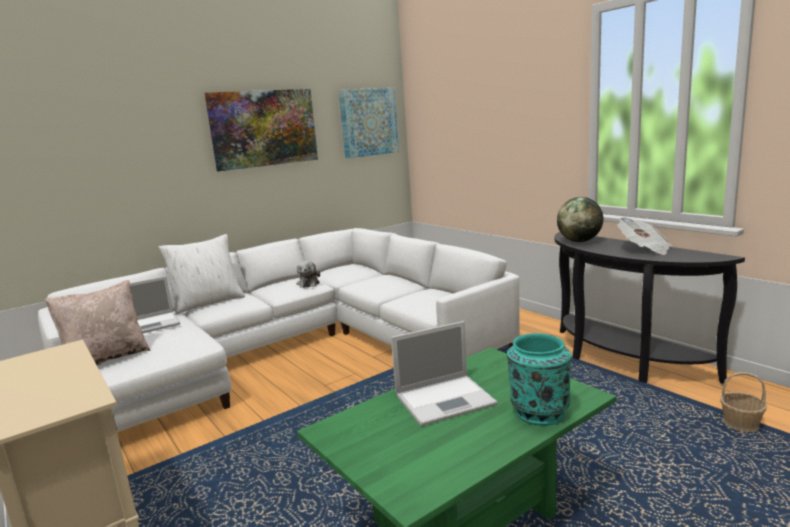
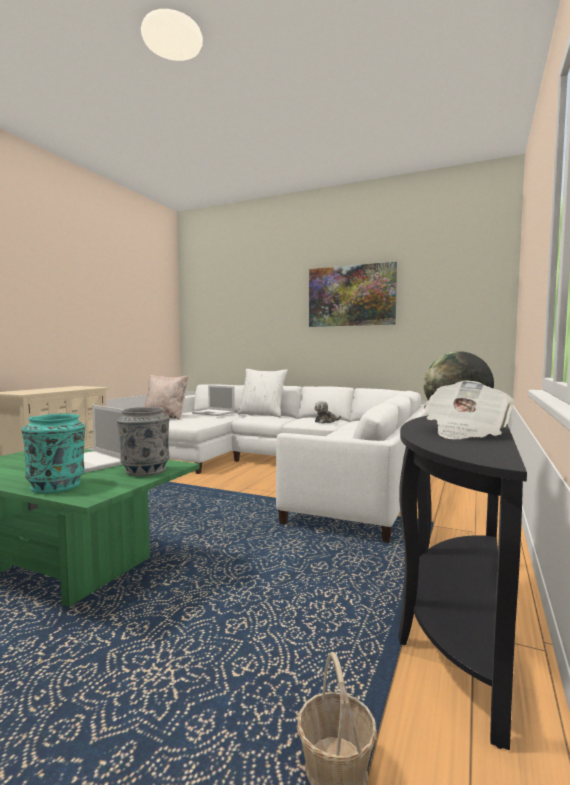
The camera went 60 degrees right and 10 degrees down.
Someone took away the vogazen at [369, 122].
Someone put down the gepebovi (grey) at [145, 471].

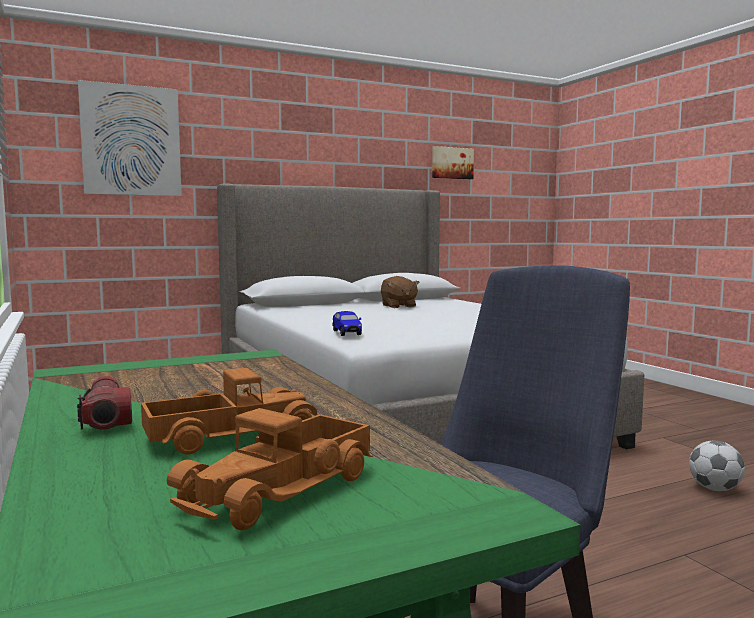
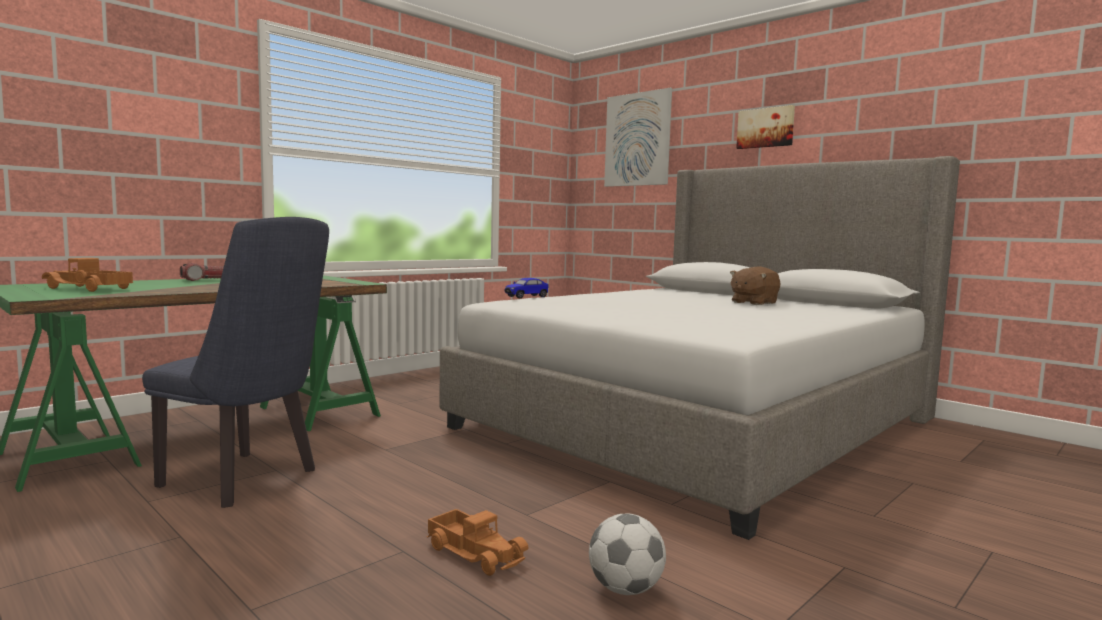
The camera went 70 degrees right and 0 degrees up.
Someone carried the vogazen from [452, 163] to [766, 128].
Someone carried the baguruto from [231, 434] to [476, 552].

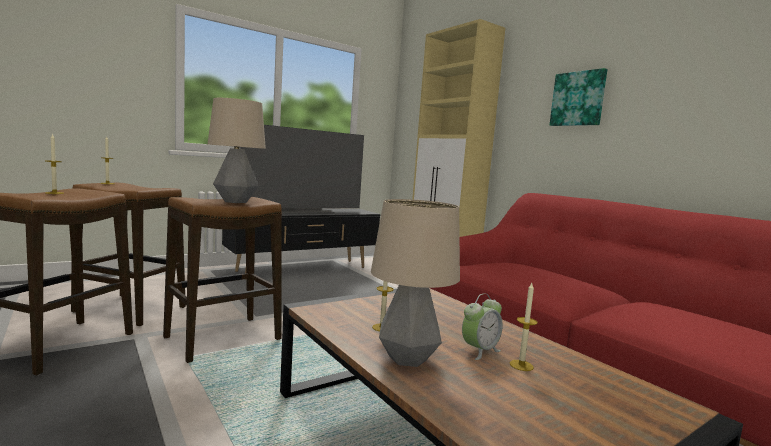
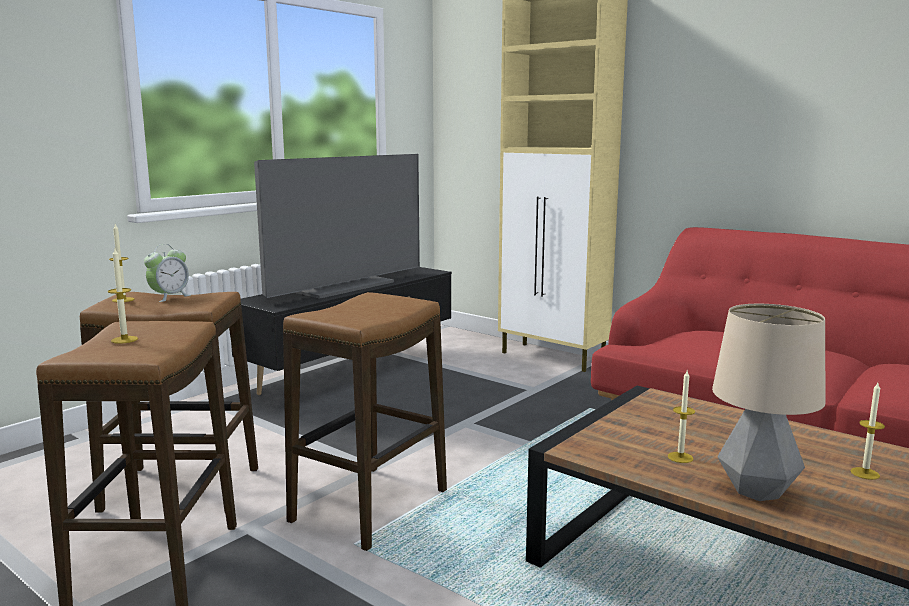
The camera went 15 degrees left and 5 degrees up.
Someone took away the vogazen at [578, 99].
Someone took away the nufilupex at [235, 201].
Someone carried the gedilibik from [479, 351] to [169, 297].

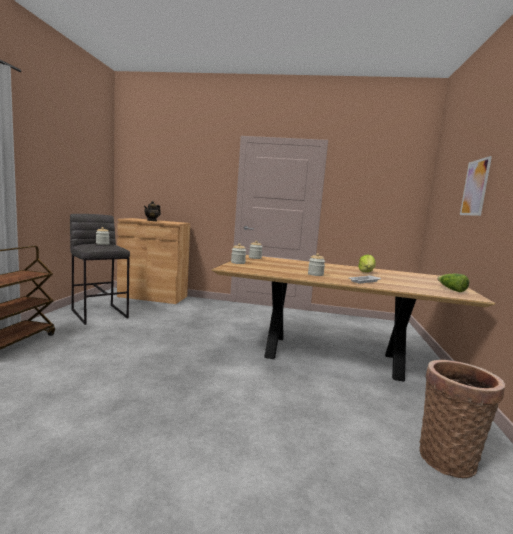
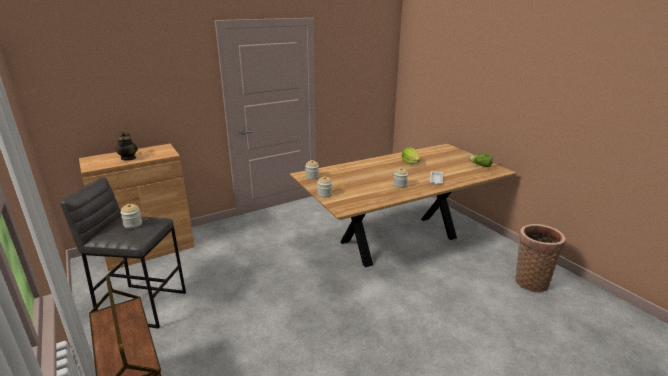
The camera went 40 degrees left and 15 degrees up.
Someone took away the vogazen at [475, 187].

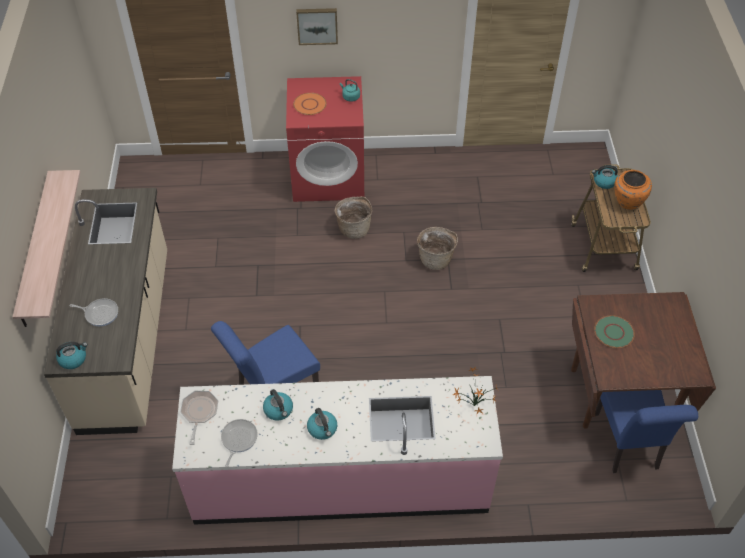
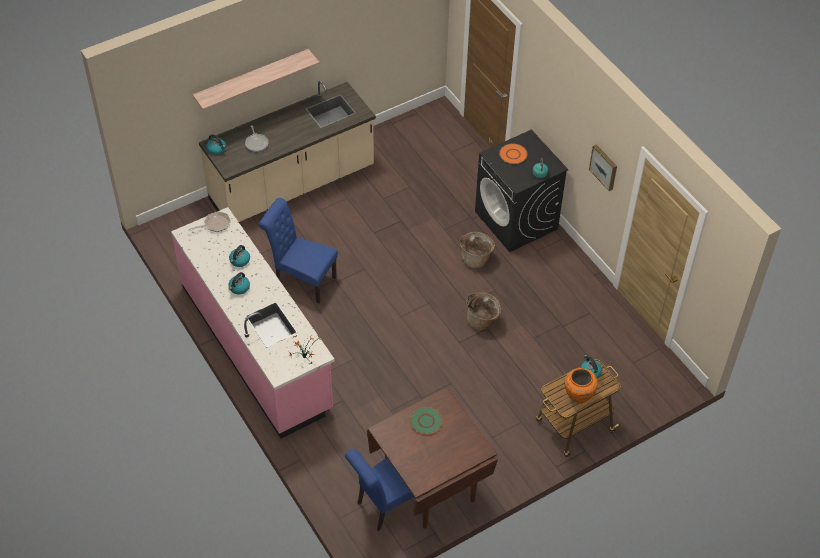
The camera went 60 degrees right and 0 degrees up.
Someone carried the vogazen from [317, 25] to [604, 167].
Someone repainted the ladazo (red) at [329, 176], which became the ladazo (black) at [516, 220].
Someone took away the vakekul at [238, 439].

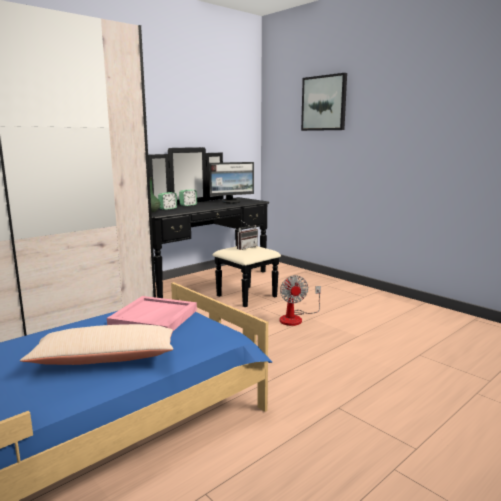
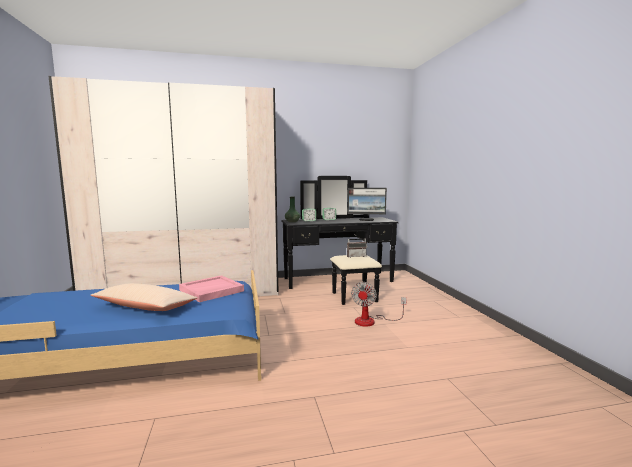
The camera went 30 degrees right and 5 degrees down.
Someone took away the vogazen at [324, 103].

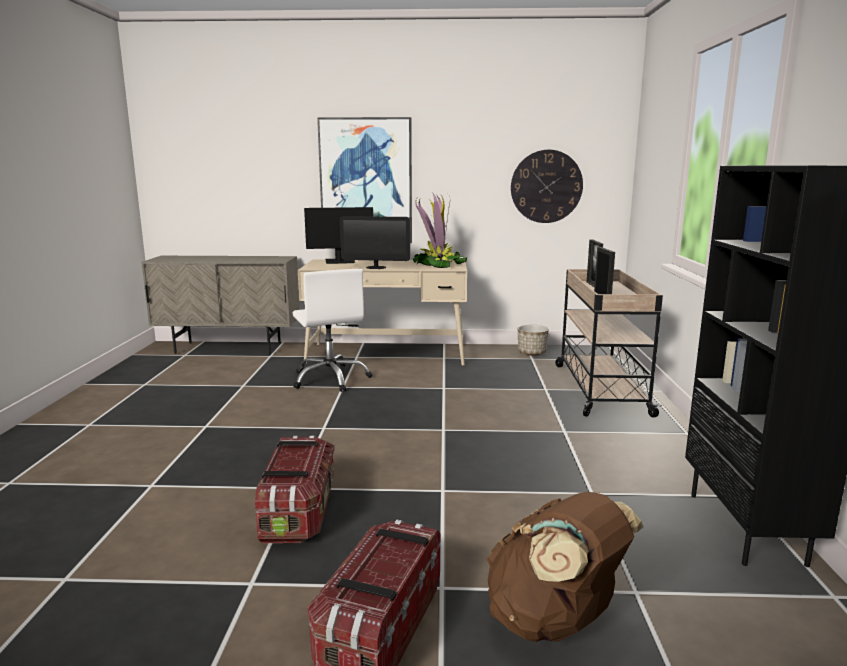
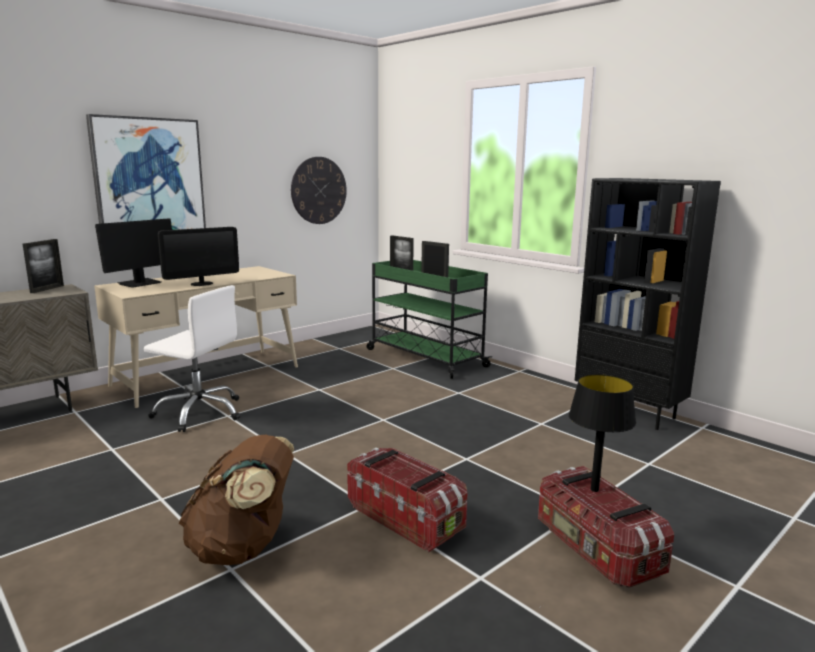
The camera went 45 degrees left and 0 degrees up.
Someone took away the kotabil at [438, 264].
Someone repainted the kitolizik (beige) at [600, 388], which became the kitolizik (green) at [424, 357].
Someone took away the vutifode at [532, 353].
Someone carried the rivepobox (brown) from [554, 622] to [243, 548].
Someone put down the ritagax at [47, 289].
Someone put down the nufilupex (black) at [594, 489].

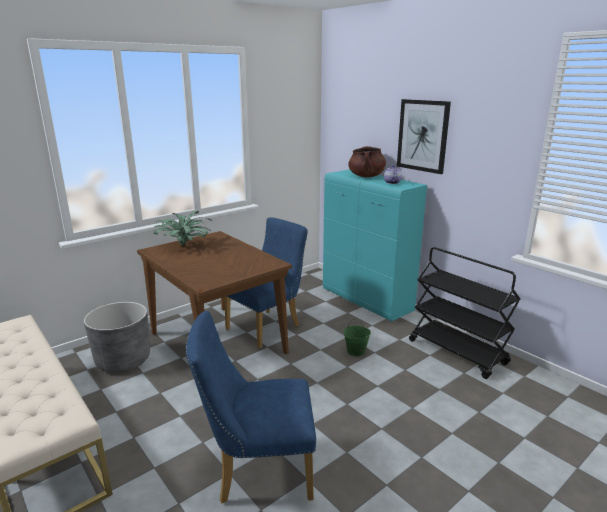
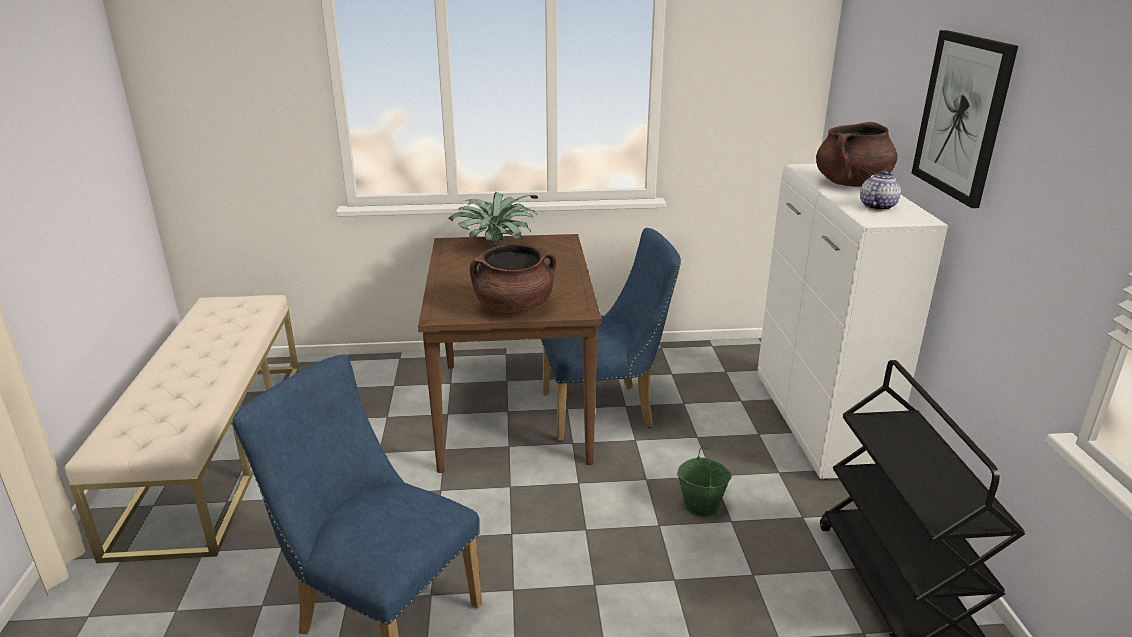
The camera went 35 degrees right and 5 degrees up.
Someone repainted the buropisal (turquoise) at [367, 301], which became the buropisal (white) at [817, 425].
Someone took away the vutifode (grey) at [123, 360].
Someone put down the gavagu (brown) at [514, 307].

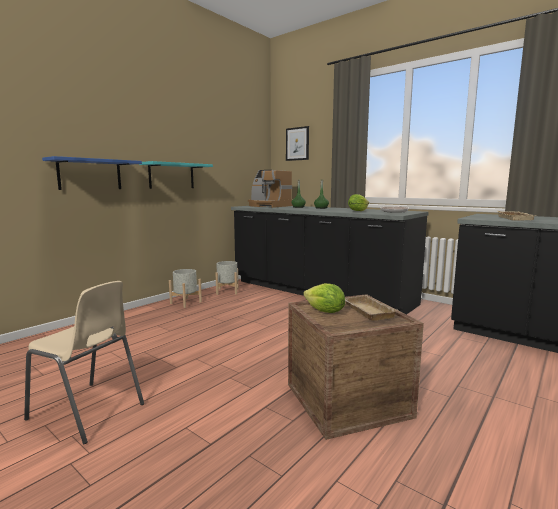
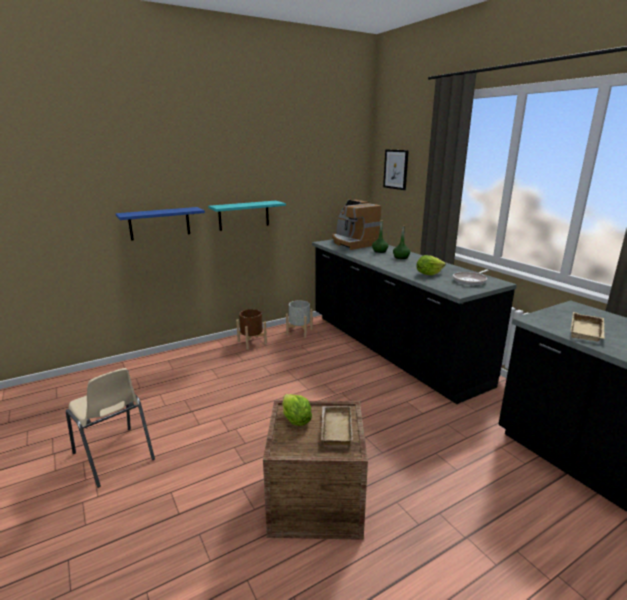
The camera went 20 degrees right and 10 degrees up.
Someone repainted the vutifode (grey) at [186, 303], which became the vutifode (brown) at [252, 342].

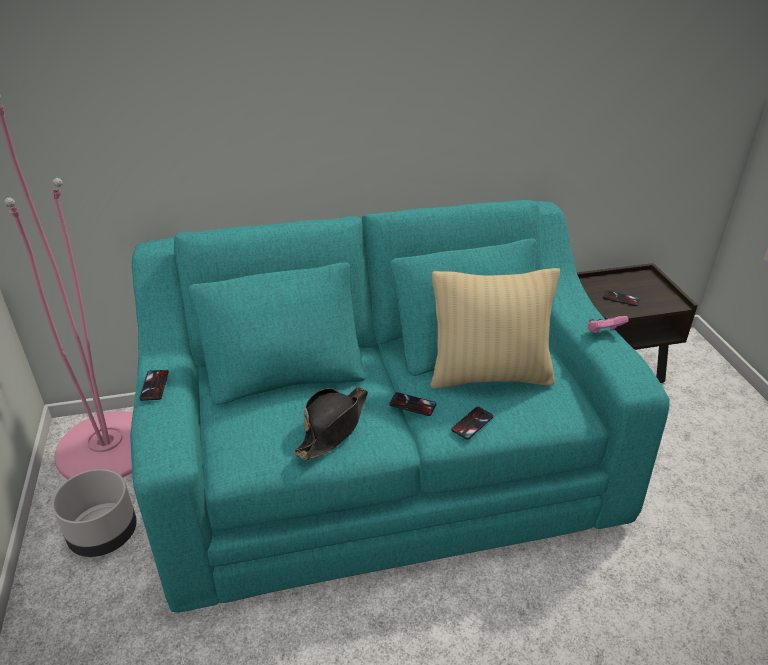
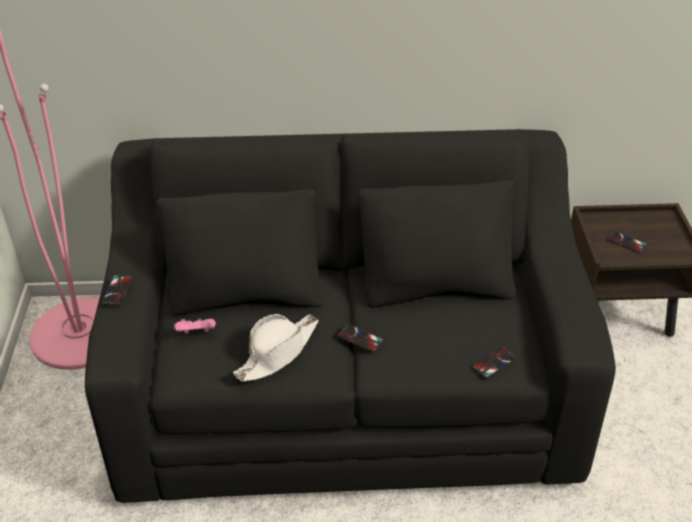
The camera went 10 degrees right and 5 degrees up.
Someone repainted the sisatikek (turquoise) at [384, 463], which became the sisatikek (black) at [346, 385].
Someone took away the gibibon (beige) at [489, 375].
Someone carried the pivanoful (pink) from [604, 332] to [196, 333].
Someone repainted the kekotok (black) at [333, 427], which became the kekotok (white) at [277, 352].
Someone carried the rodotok from [472, 423] to [494, 362].
Someone took away the vutifode (grey) at [103, 535].

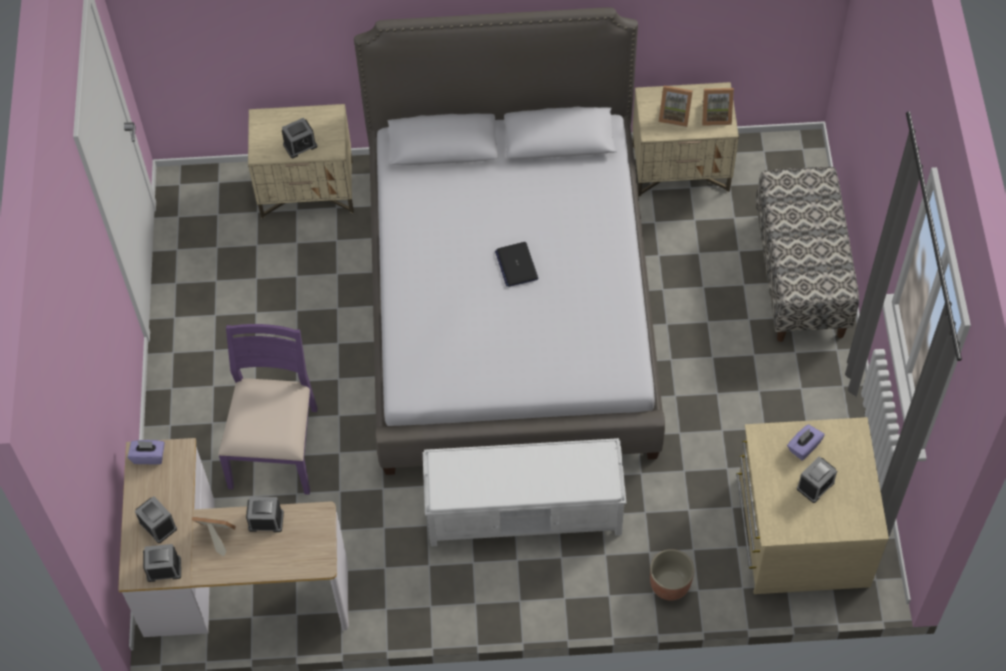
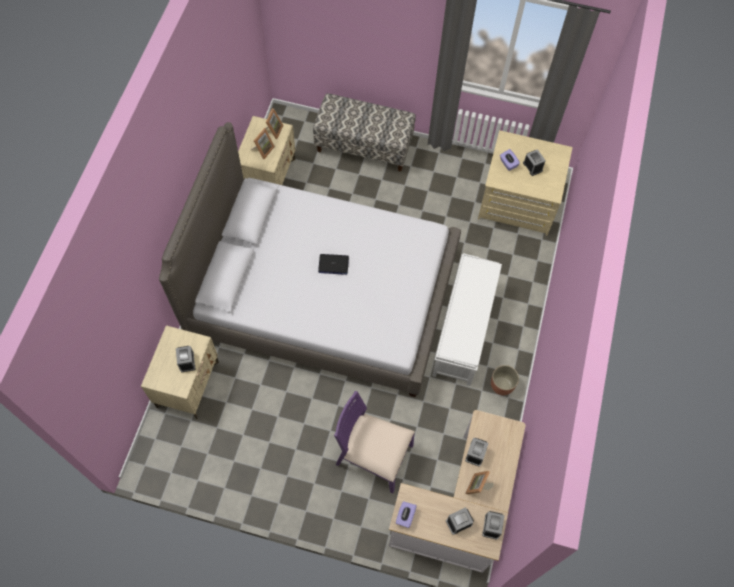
The camera went 75 degrees left and 5 degrees up.
Someone carried the vutifode from [669, 584] to [502, 385].

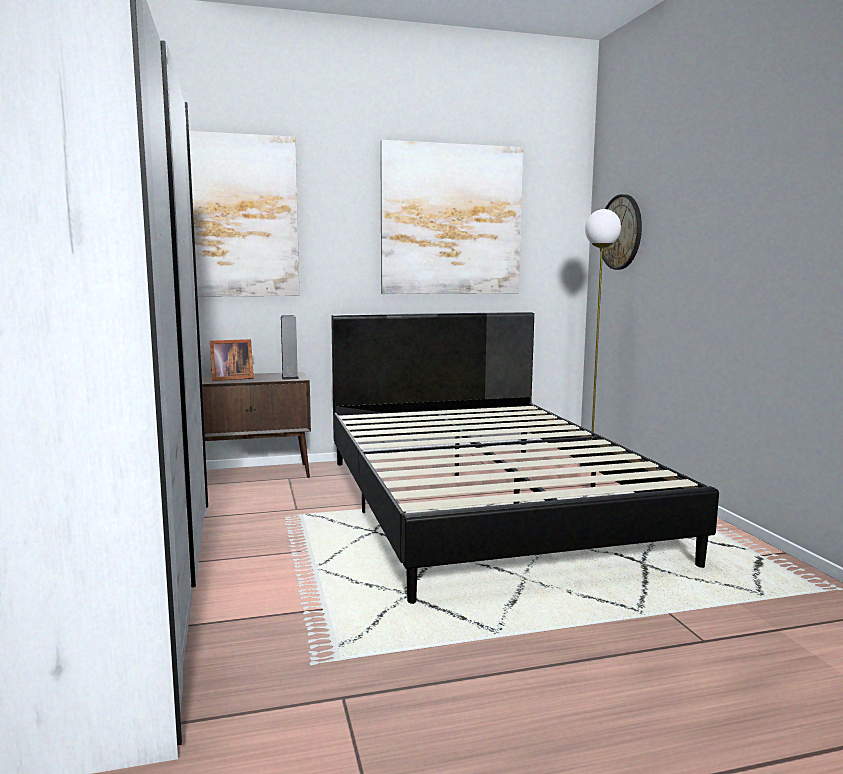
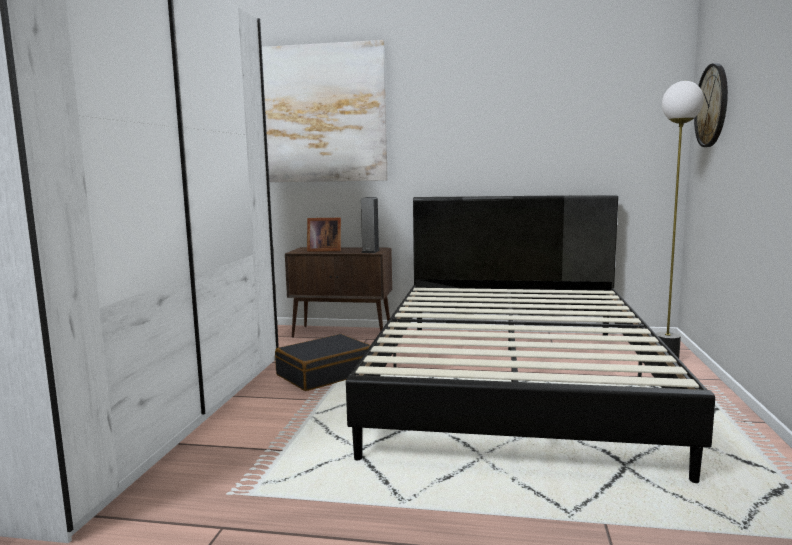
The camera went 25 degrees right and 0 degrees up.
Someone took away the vogazen at [451, 220].
Someone put down the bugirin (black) at [324, 374].

